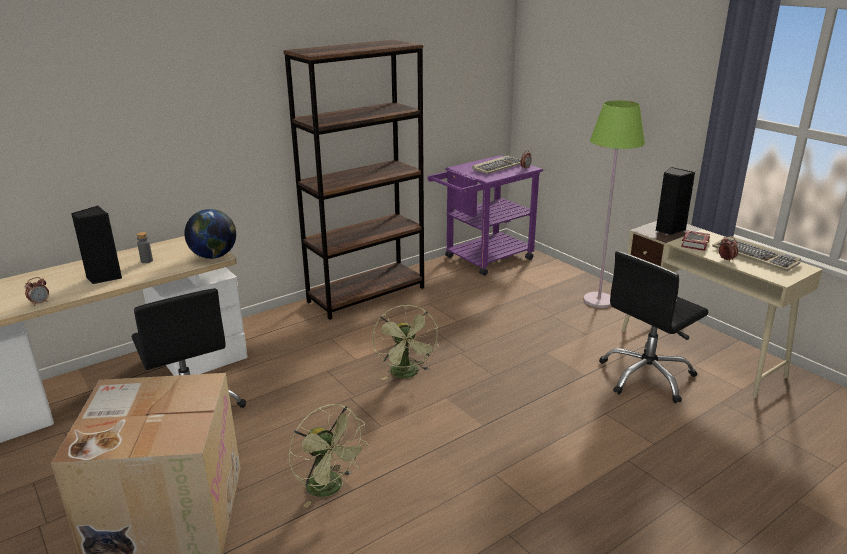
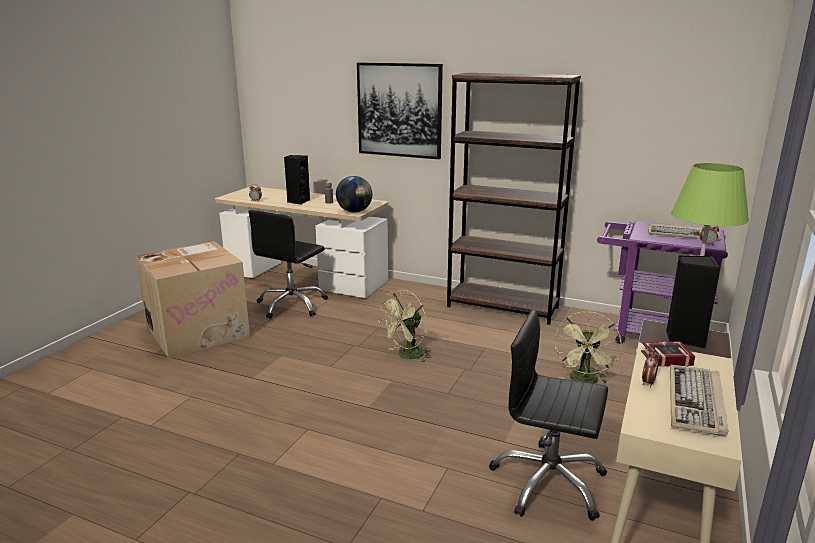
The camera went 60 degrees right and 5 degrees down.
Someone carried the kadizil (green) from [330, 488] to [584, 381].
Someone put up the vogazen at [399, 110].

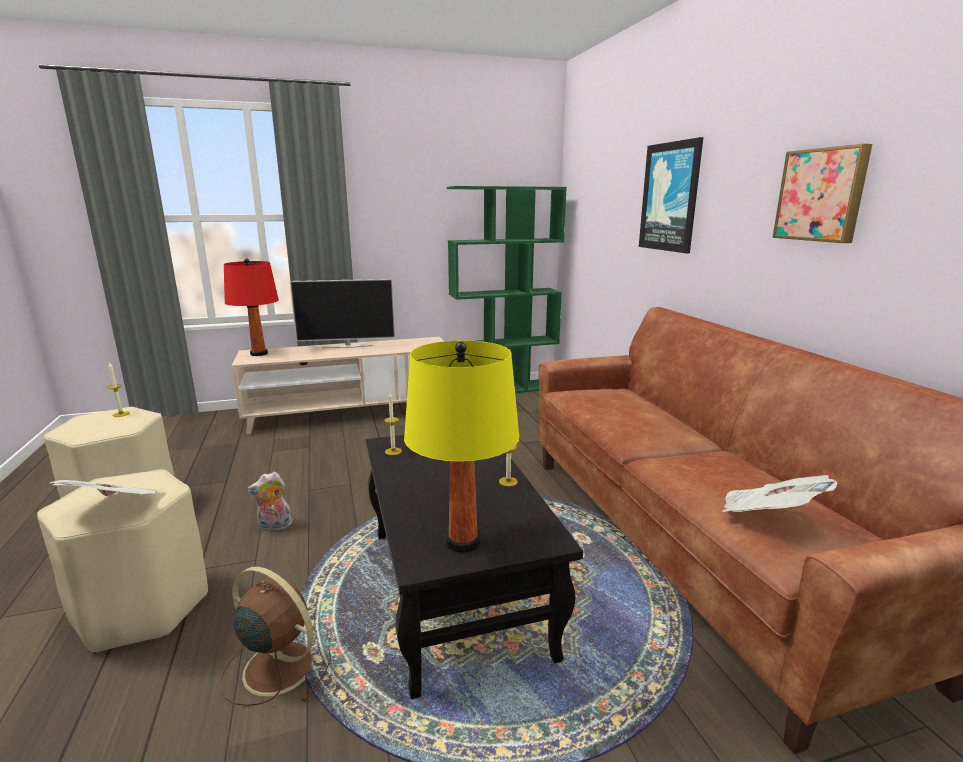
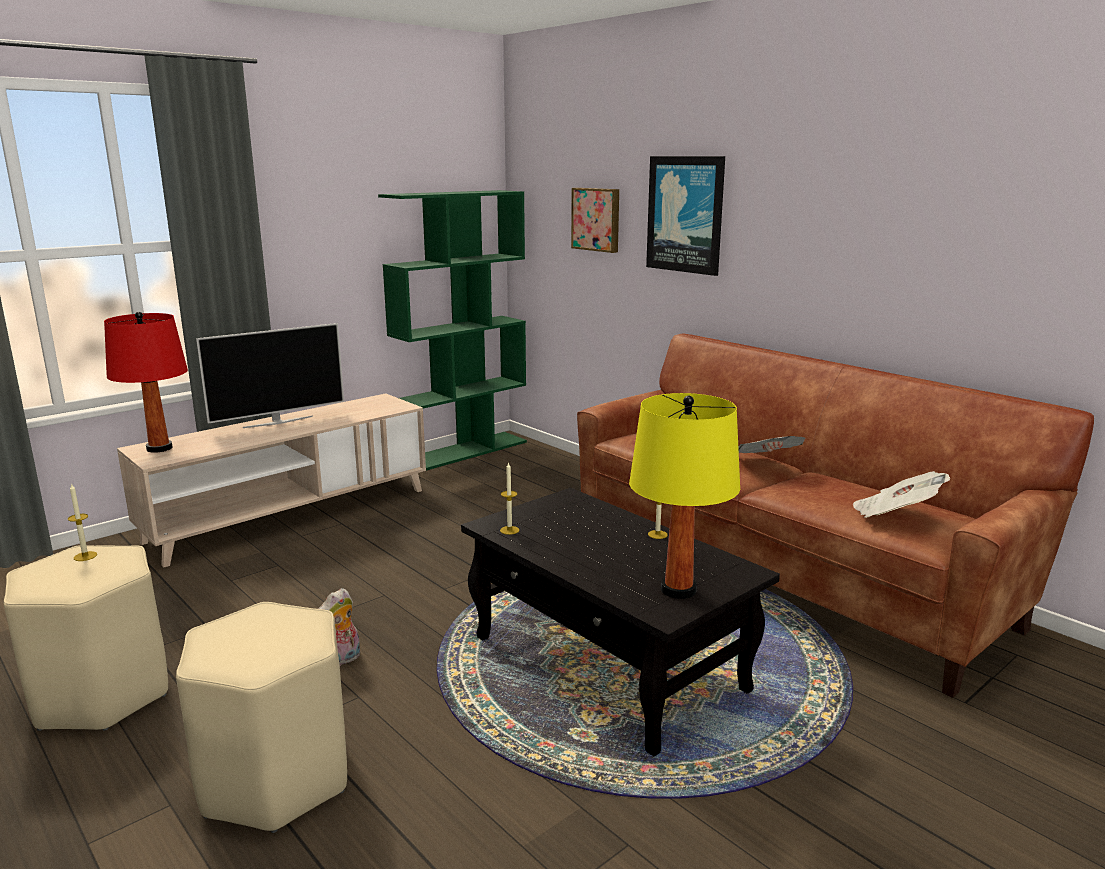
The camera went 25 degrees left and 0 degrees up.
Someone carried the vogazen from [822, 195] to [597, 219].
Someone carried the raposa from [117, 508] to [767, 463].
Someone took away the kadizil (brown) at [276, 666].

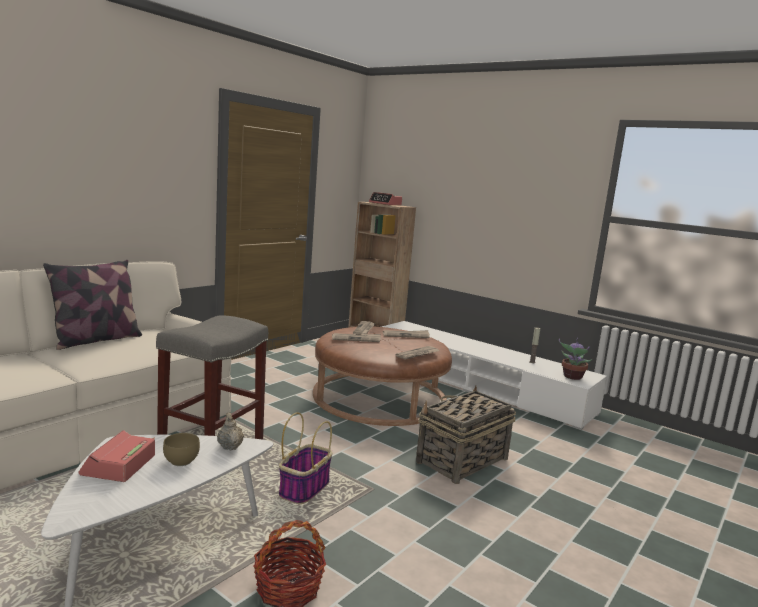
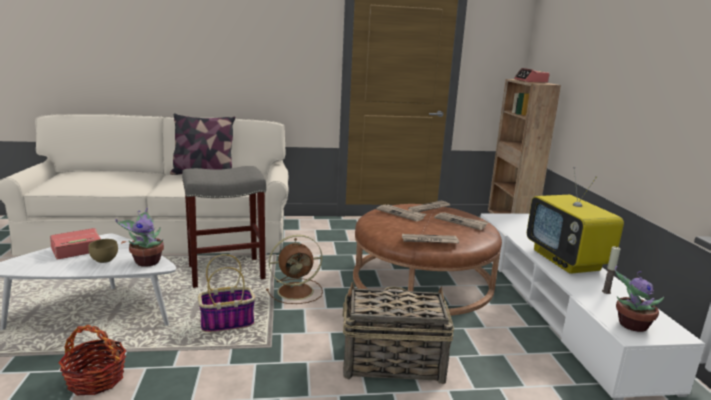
The camera went 45 degrees right and 5 degrees up.
Someone swapped the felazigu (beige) at [230, 446] for the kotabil at [146, 261].
Someone put down the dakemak at [567, 260].
Someone put down the kadizil (brown) at [297, 291].

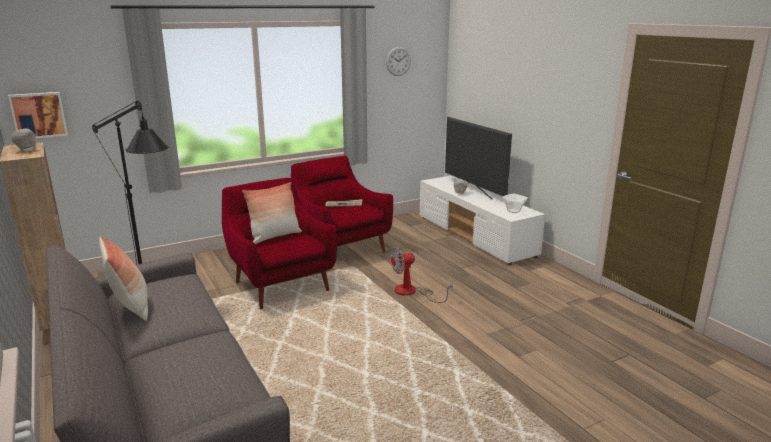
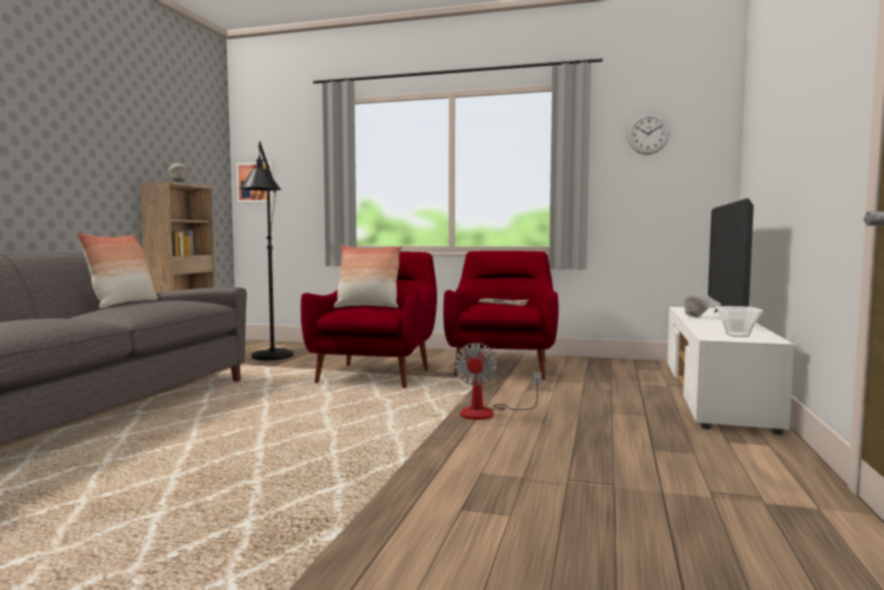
The camera went 45 degrees right and 15 degrees down.
Someone rotated the kadizil at [412, 292] by 105 degrees counterclockwise.

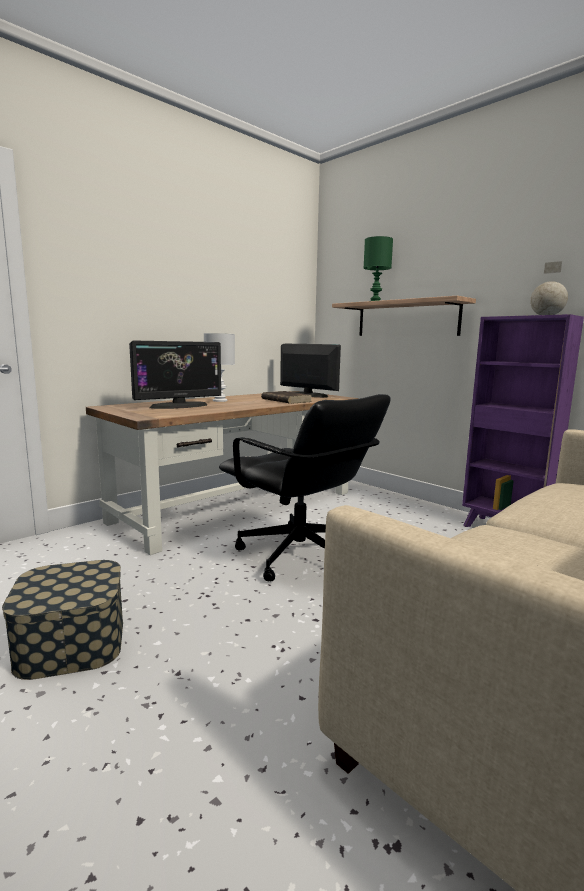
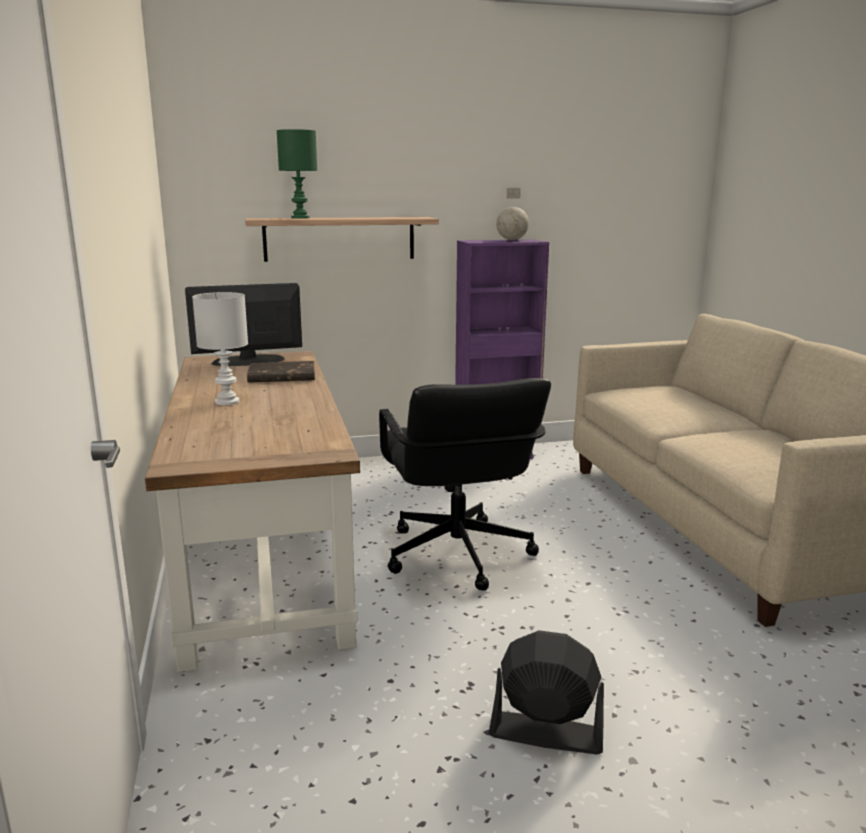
The camera went 60 degrees left and 5 degrees up.
Someone took away the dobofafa at [179, 406].
Someone rotated the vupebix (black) at [300, 556] by 90 degrees clockwise.
Someone swapped the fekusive at [71, 642] for the kadizil (black) at [545, 732].

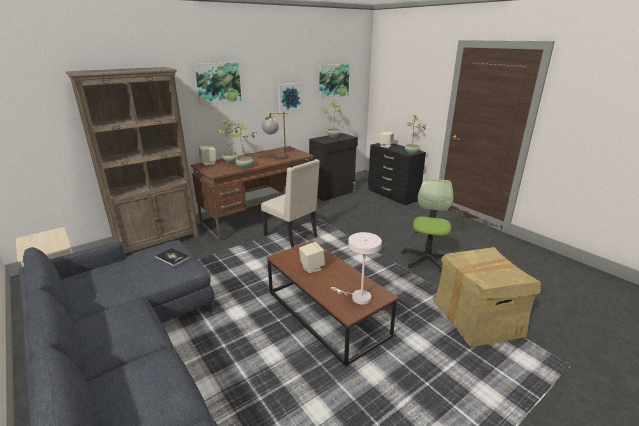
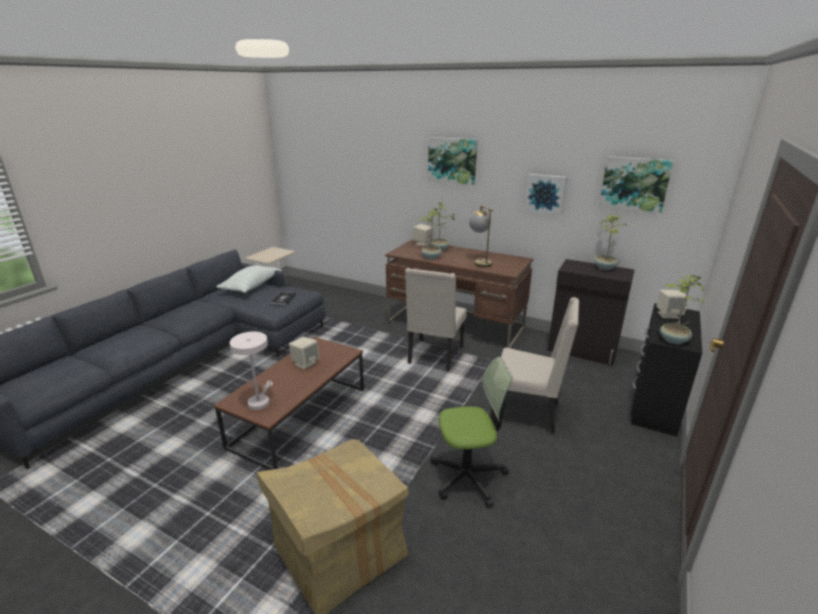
The camera went 65 degrees right and 0 degrees up.
Someone took away the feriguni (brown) at [159, 242].
Someone put down the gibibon at [251, 286].
Someone put down the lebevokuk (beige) at [527, 412].

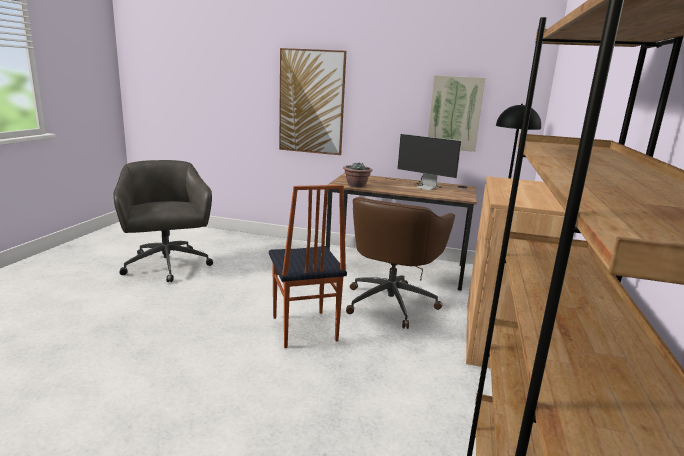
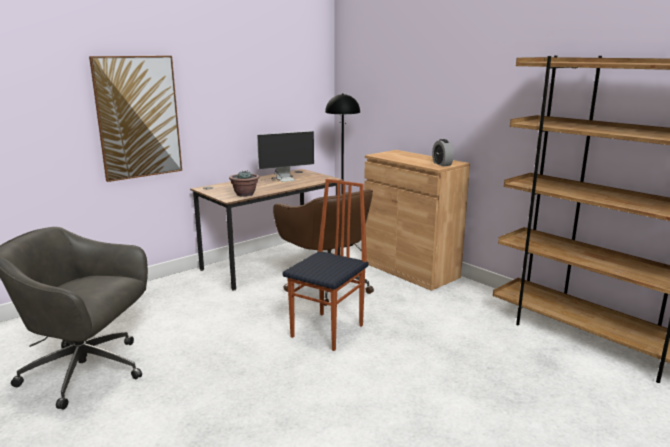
The camera went 55 degrees left and 0 degrees up.
Someone took away the vogazen at [455, 113].
Someone rotated the lebevokuk at [303, 329] by 75 degrees counterclockwise.
Someone put down the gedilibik at [442, 164].

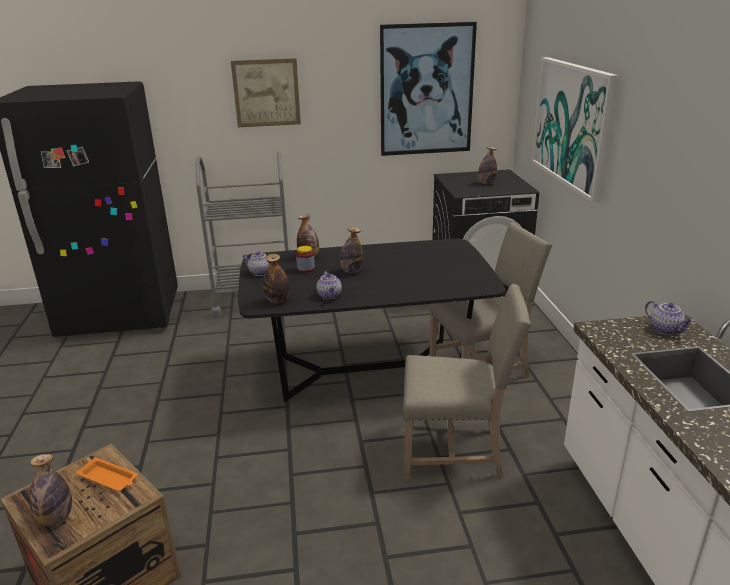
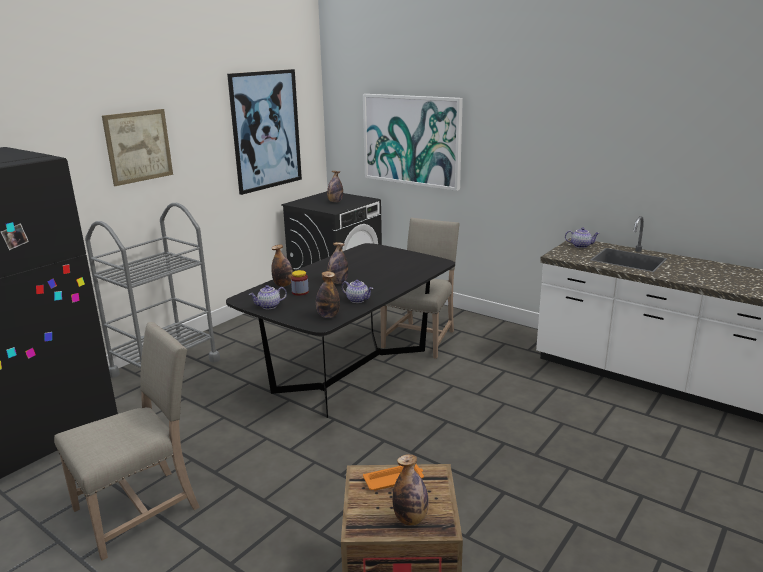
The camera went 45 degrees left and 5 degrees down.
Someone carried the lebevokuk (beige) from [455, 450] to [141, 508].

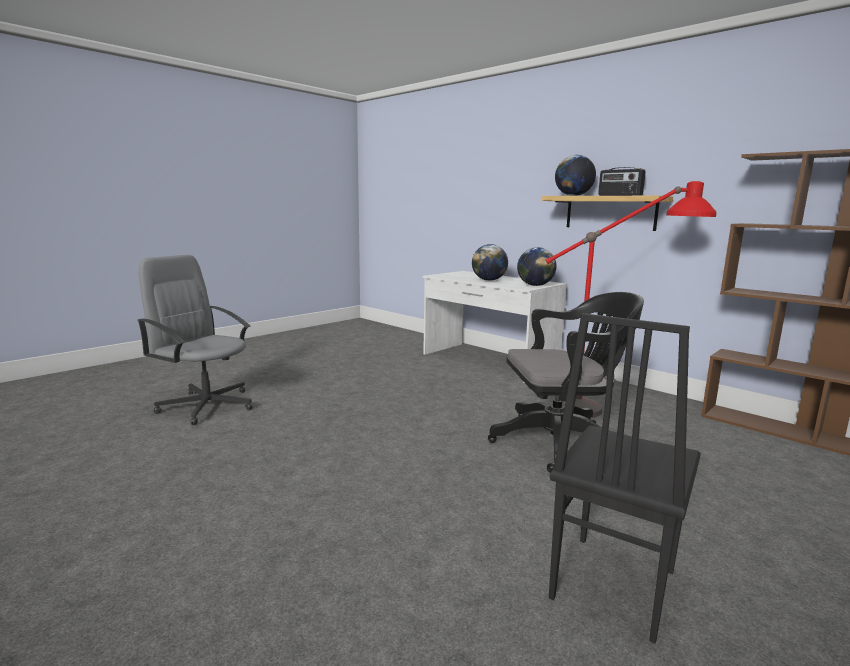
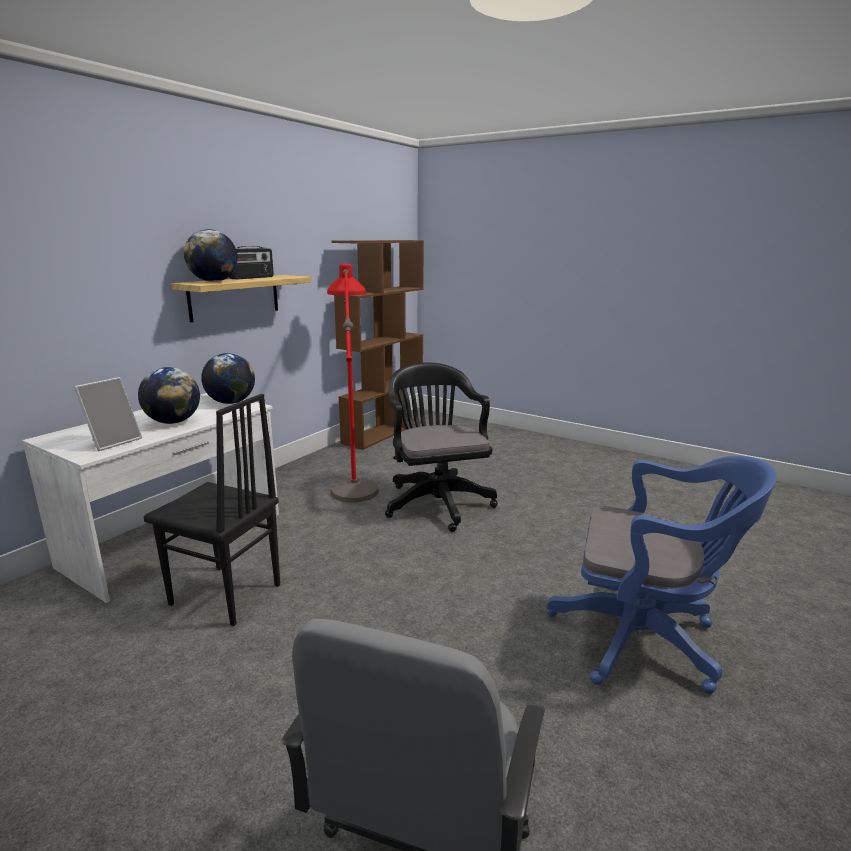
The camera went 100 degrees left and 5 degrees up.
Someone carried the lebevokuk (black) from [610, 584] to [225, 596].
Someone put down the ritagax at [113, 441].
Someone put down the vupebix (blue) at [643, 639].

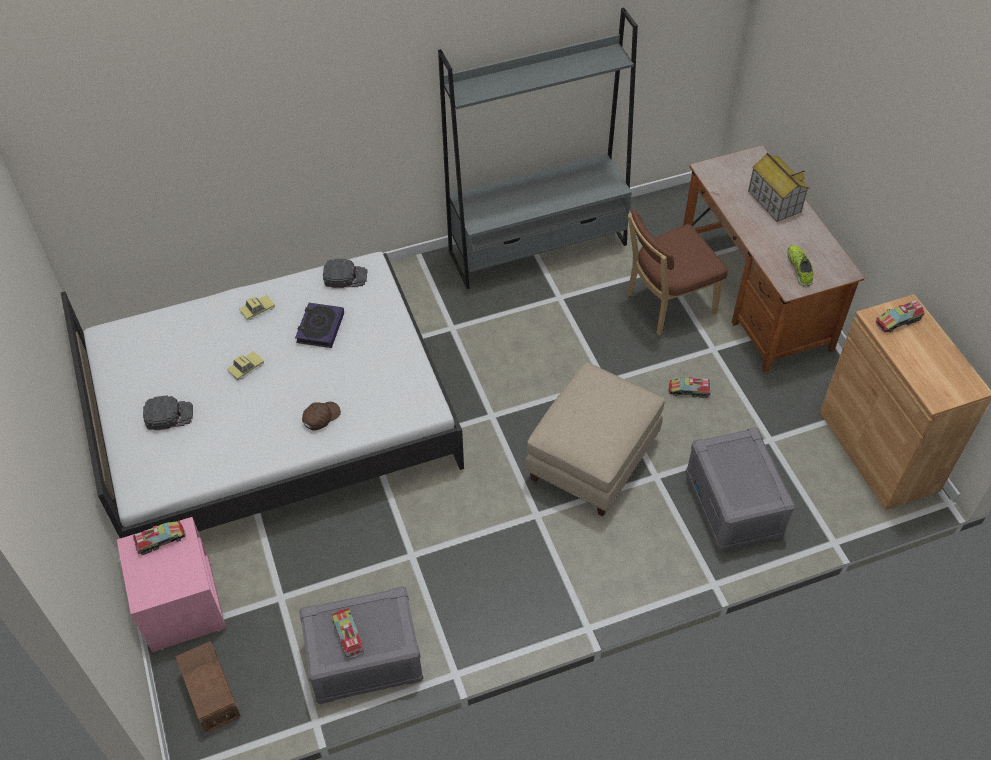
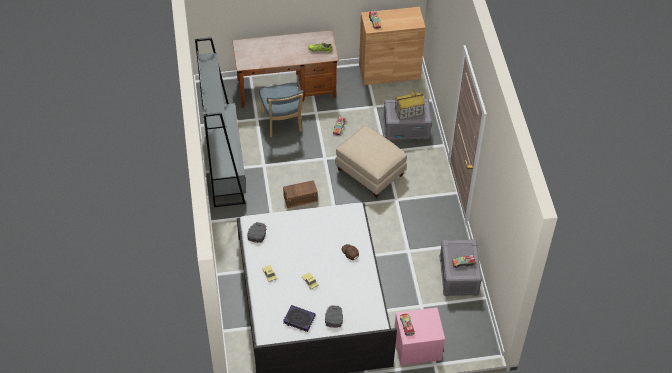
The camera went 80 degrees left and 0 degrees up.
Someone carried the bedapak from [773, 201] to [408, 112].
Someone repainted the lebevokuk (brown) at [666, 305], which became the lebevokuk (blue) at [282, 123].
Someone carried the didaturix from [320, 328] to [299, 319].
Someone carried the fekusive (brown) from [212, 692] to [300, 198].

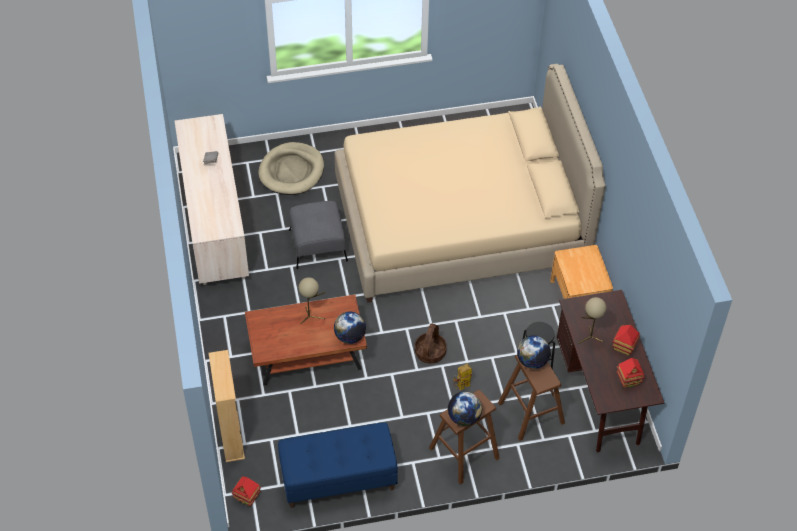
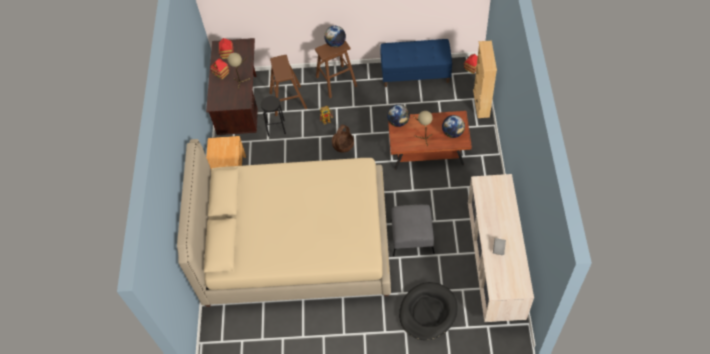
The camera went 165 degrees left and 5 degrees up.
Someone repainted the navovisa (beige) at [291, 171], which became the navovisa (black) at [427, 312].
Someone carried the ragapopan from [532, 361] to [453, 133].

